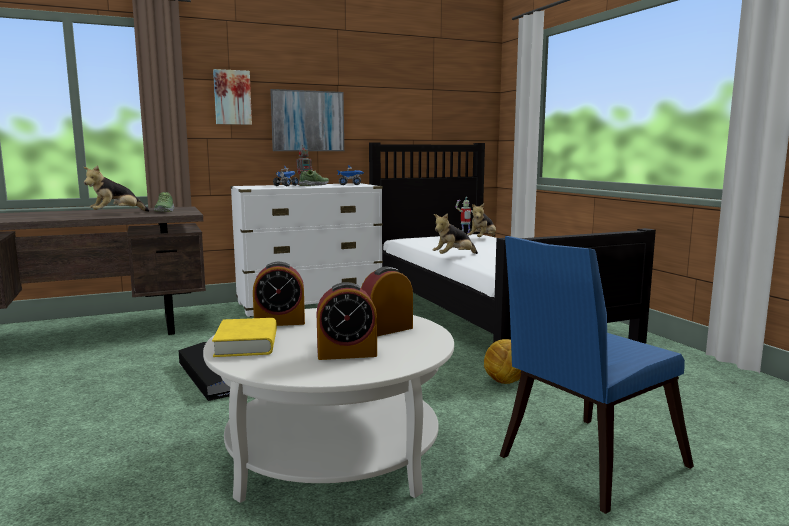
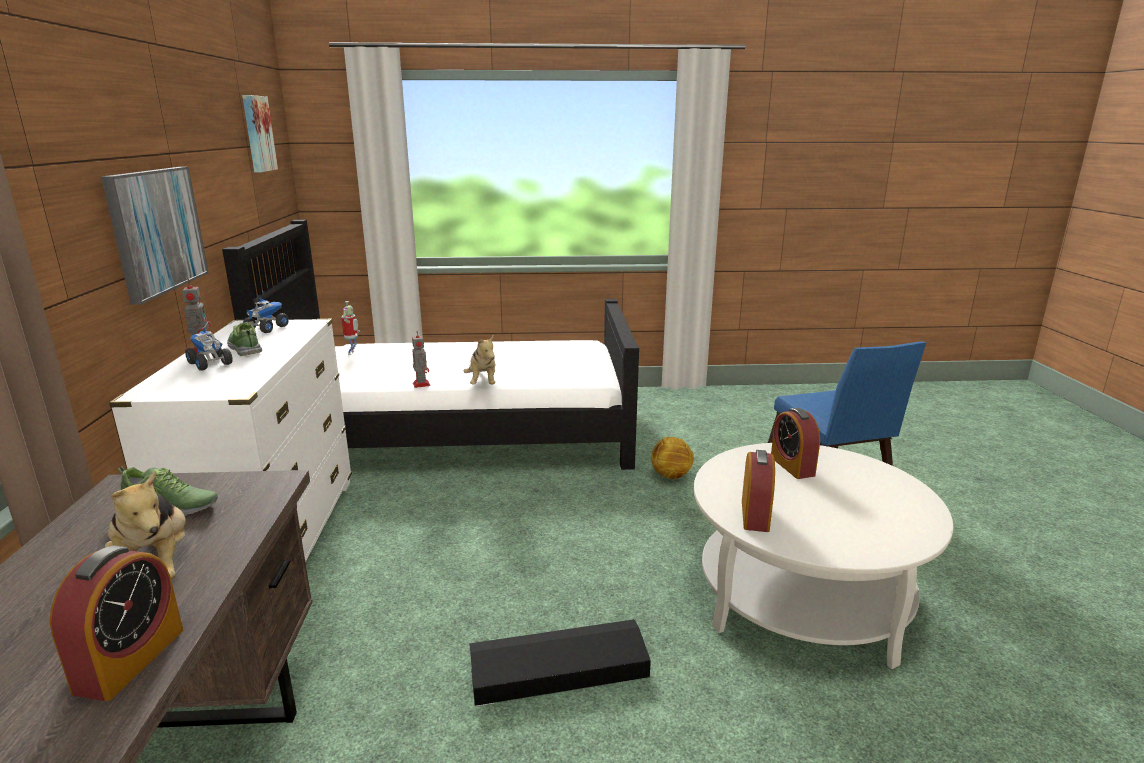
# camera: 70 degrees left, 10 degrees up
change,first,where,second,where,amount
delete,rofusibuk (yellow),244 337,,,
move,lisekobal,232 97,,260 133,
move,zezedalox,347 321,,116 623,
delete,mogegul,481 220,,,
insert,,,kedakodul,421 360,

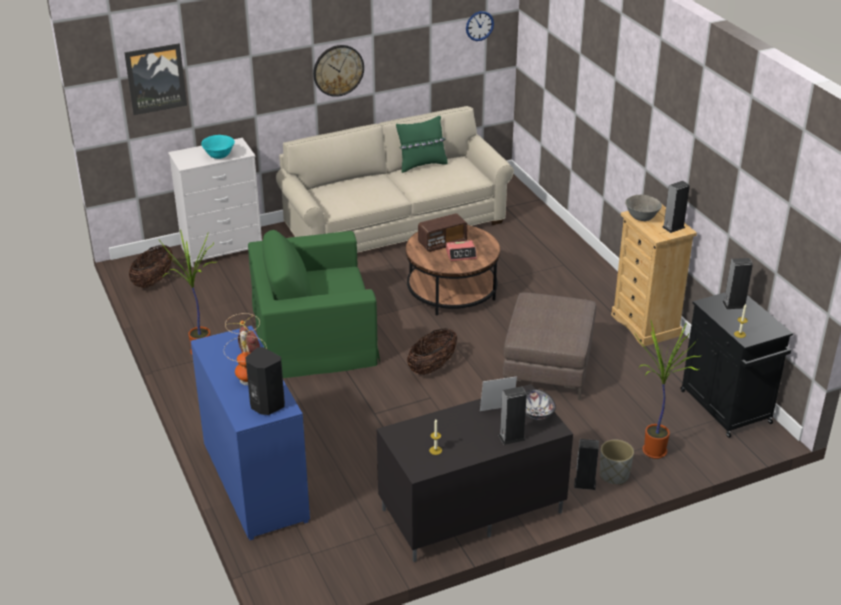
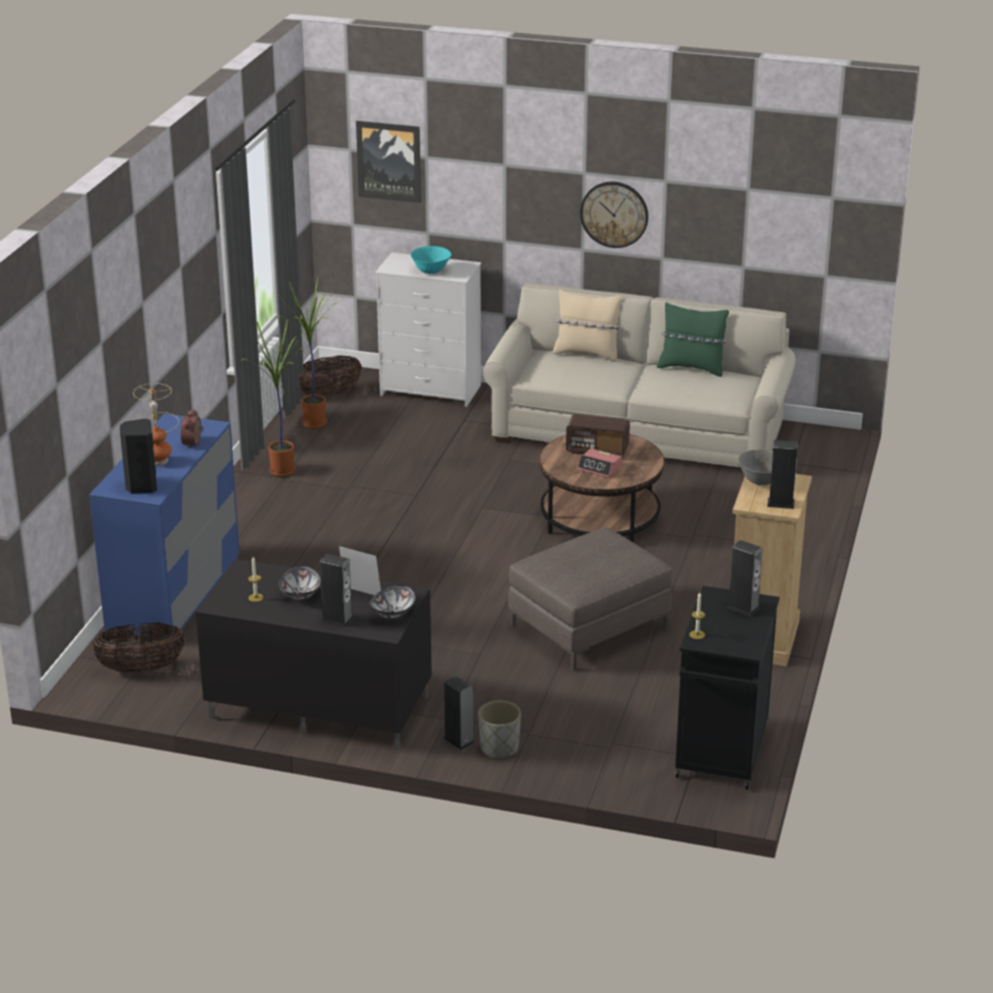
# camera: 40 degrees right, 5 degrees down
change,first,where,second,where,amount
delete,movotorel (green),314 304,,,
move,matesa,432 351,,138 647,
delete,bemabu,480 26,,,
move,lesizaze,668 389,,307 353,
insert,,,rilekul,299 583,
insert,,,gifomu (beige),587 325,

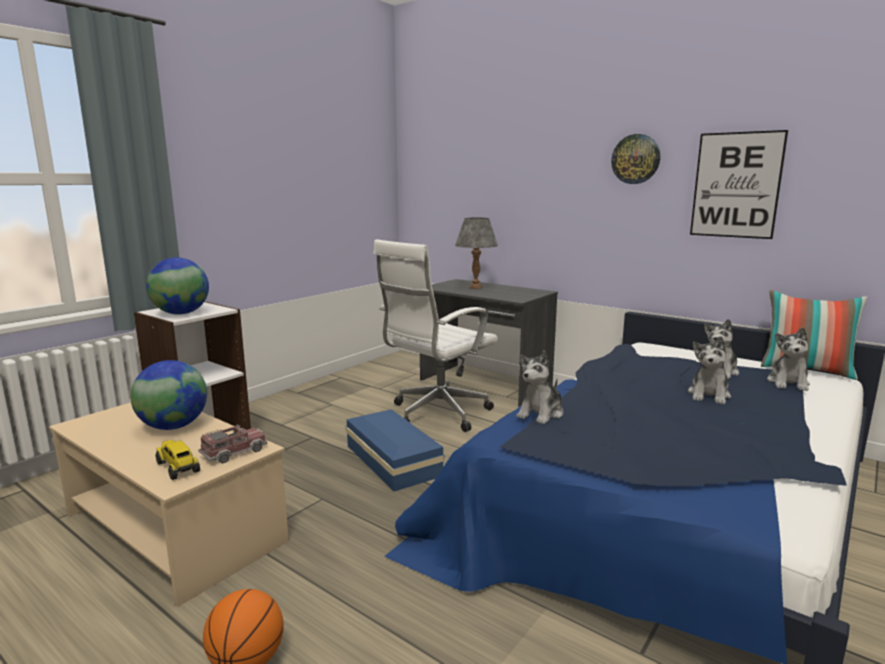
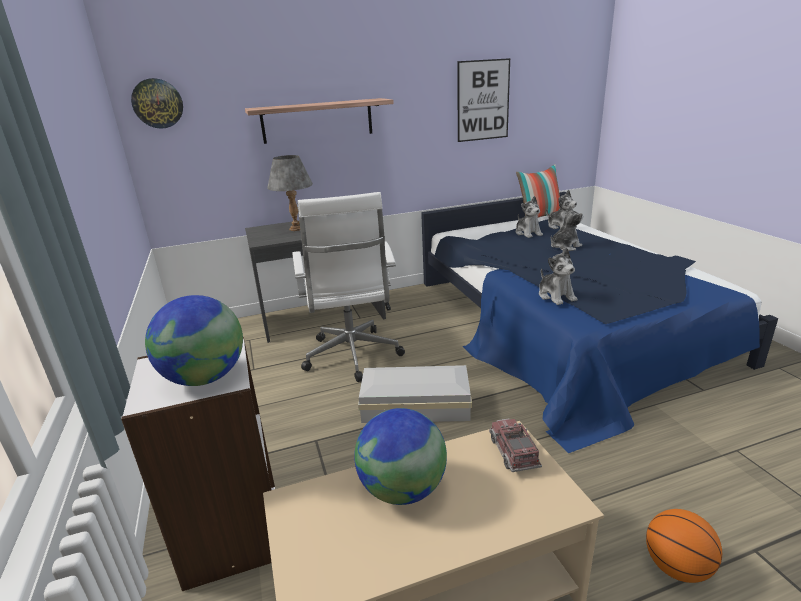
# camera: 55 degrees left, 10 degrees up
change,first,where,second,where,amount
delete,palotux,177 460,,,
recolor,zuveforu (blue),395 450,zuveforu (white),415 394,
move,bemabu,635 159,,157 103,
rotate,mogegul,709 370,,567 228,90 degrees counterclockwise
insert,,,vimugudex,319 121,

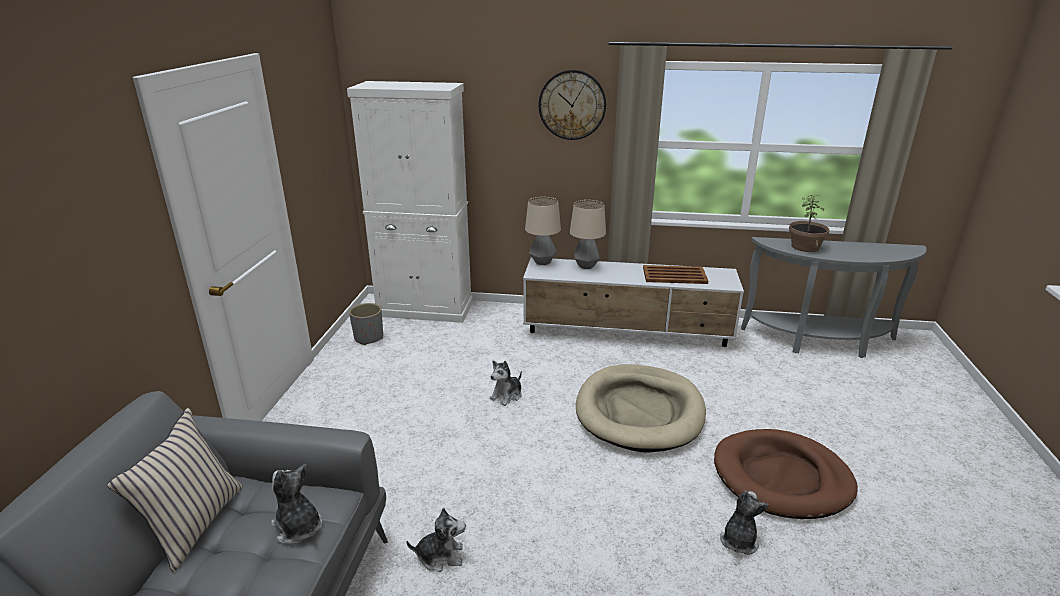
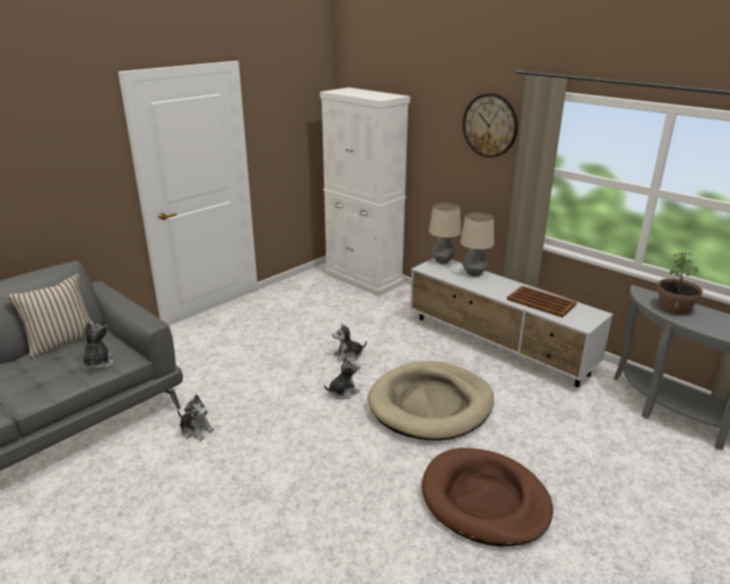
# camera: 35 degrees right, 0 degrees up
change,first,where,second,where,amount
delete,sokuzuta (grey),366 324,,,
move,mogegul,744 522,,342 377,

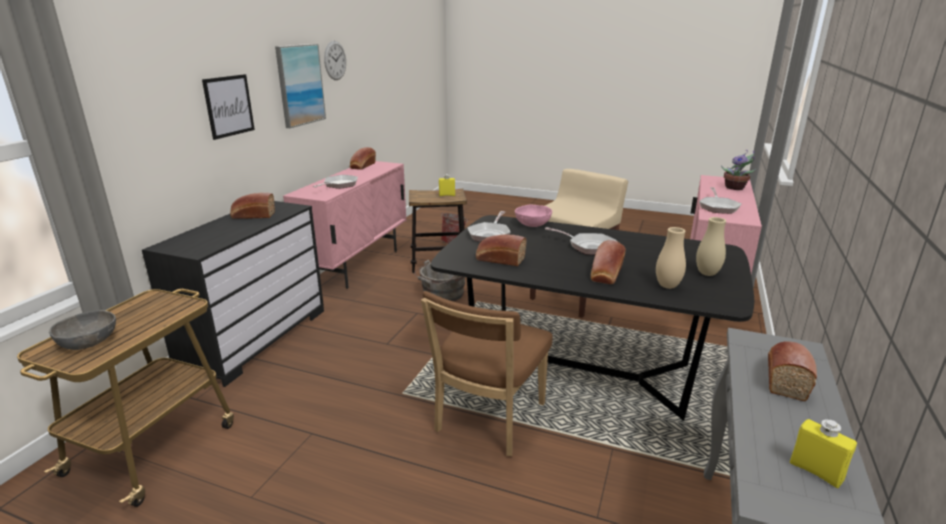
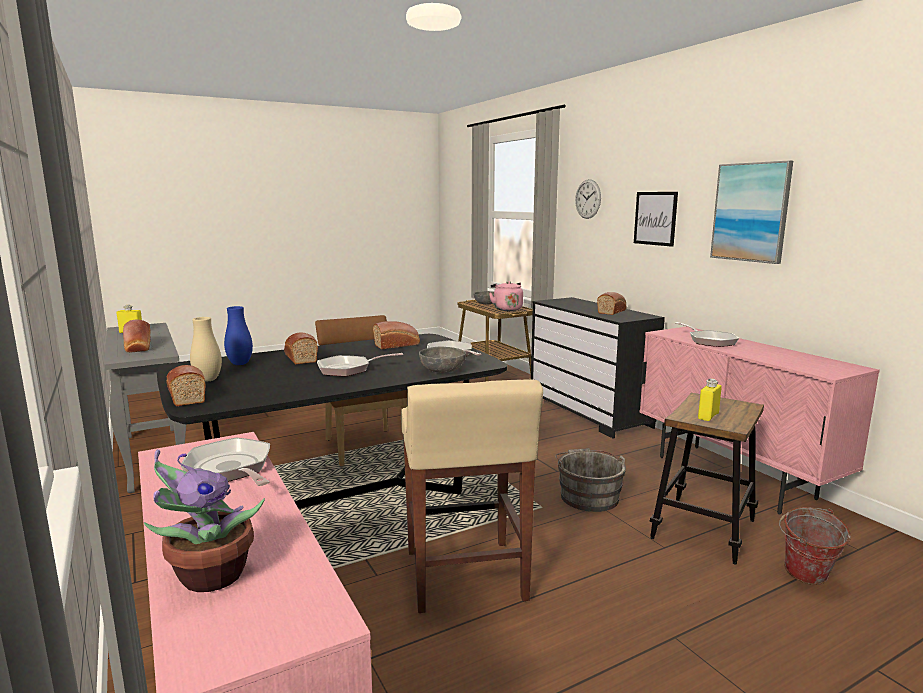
# camera: 130 degrees right, 10 degrees down
change,first,where,second,where,amount
move,bemabu,335 60,,588 199,
move,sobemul,363 158,,186 385,
recolor,rilekul (pink),533 216,rilekul (grey),442 359,
recolor,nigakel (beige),671 258,nigakel (blue),238 335,
insert,,,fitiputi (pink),506 296,

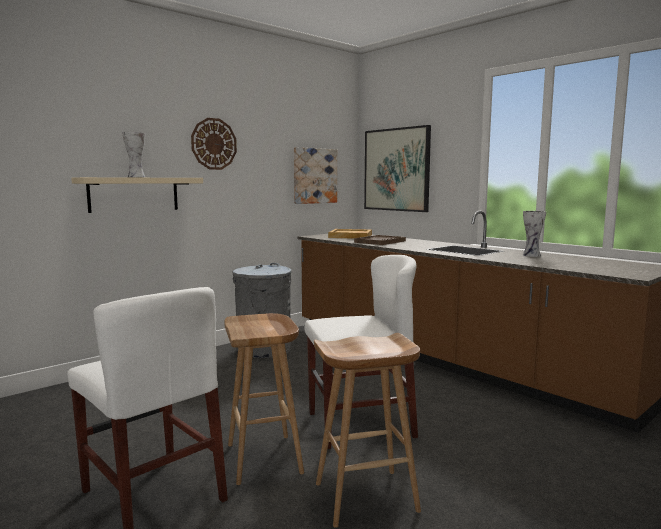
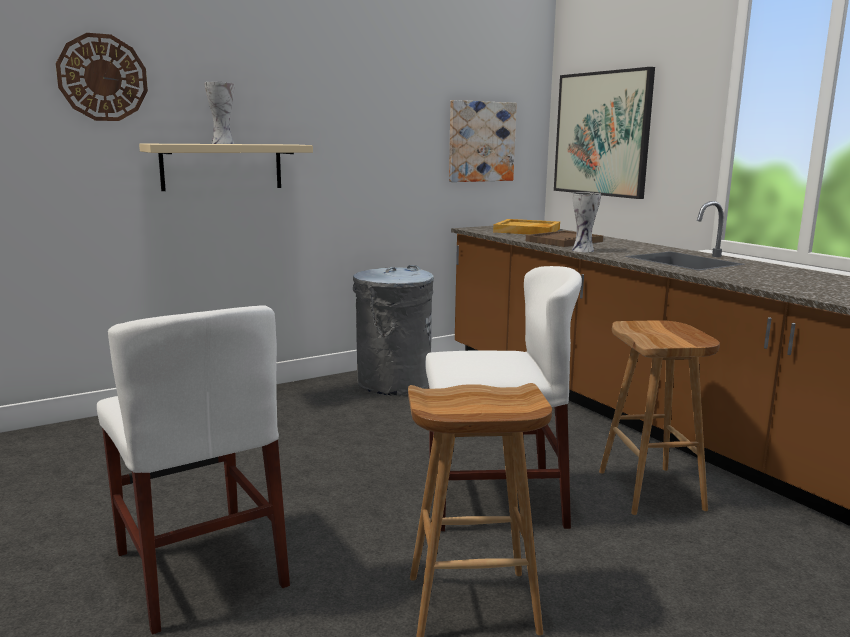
# camera: 10 degrees right, 5 degrees up
change,first,where,second,where,amount
move,bemabu,214 144,,102 77,
move,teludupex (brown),264 399,,659 417,
move,nigakel,534 234,,586 222,

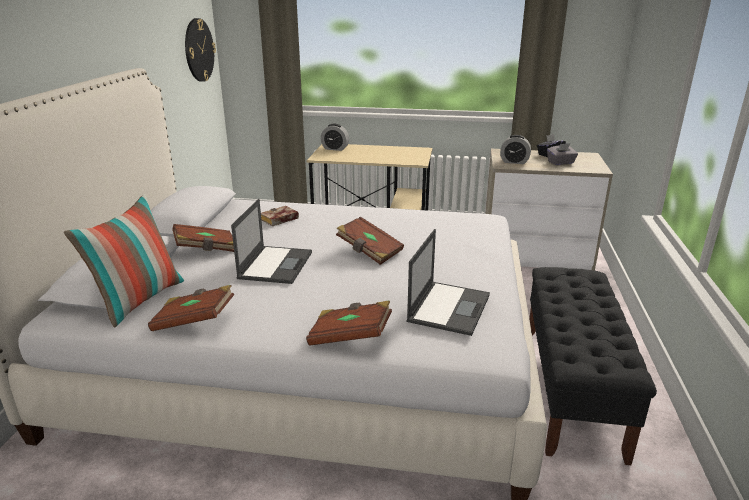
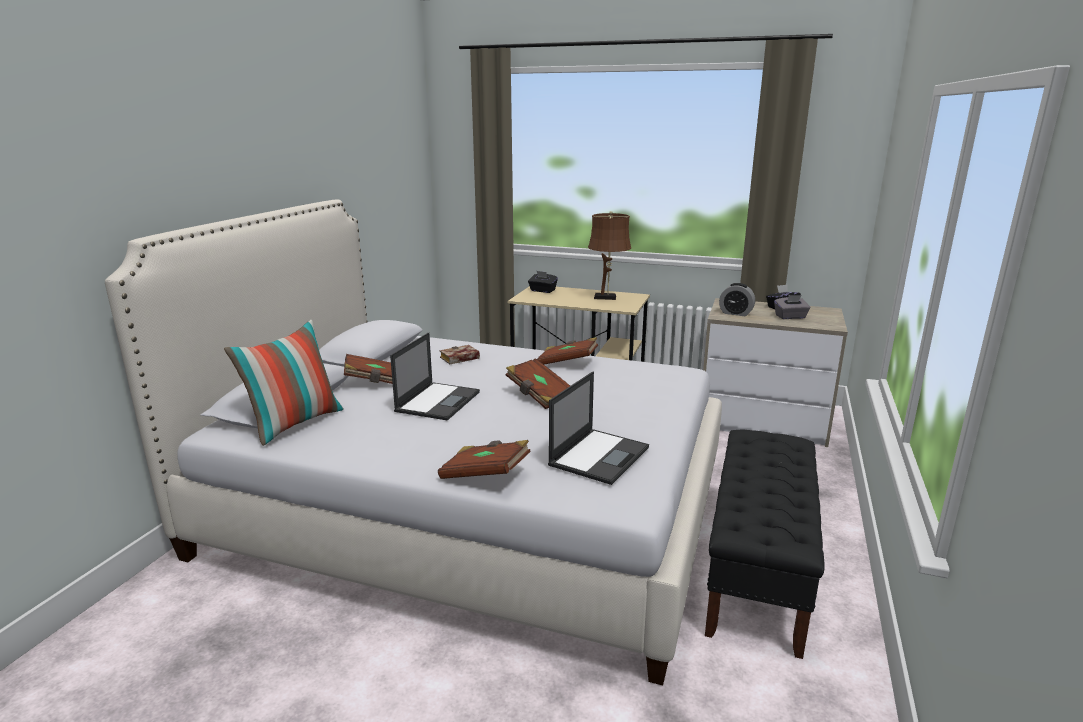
# camera: 10 degrees right, 5 degrees down
change,first,where,second,where,amount
move,rofusibuk (brown),191 308,,567 351,
delete,bemabu,200 50,,,
replace,zezedalox,335 137,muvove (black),543 282,
insert,,,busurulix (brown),609 255,

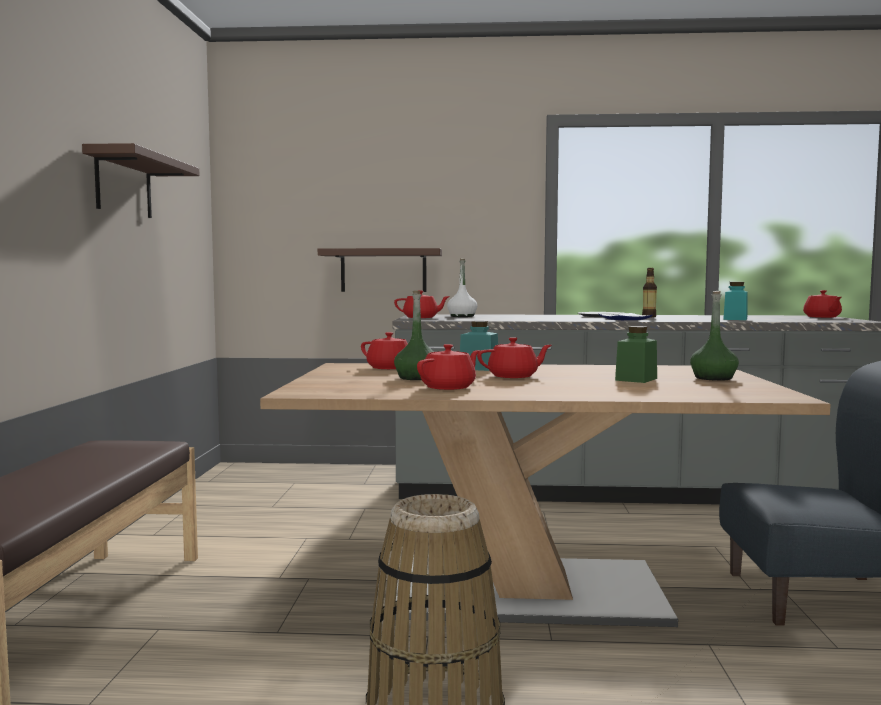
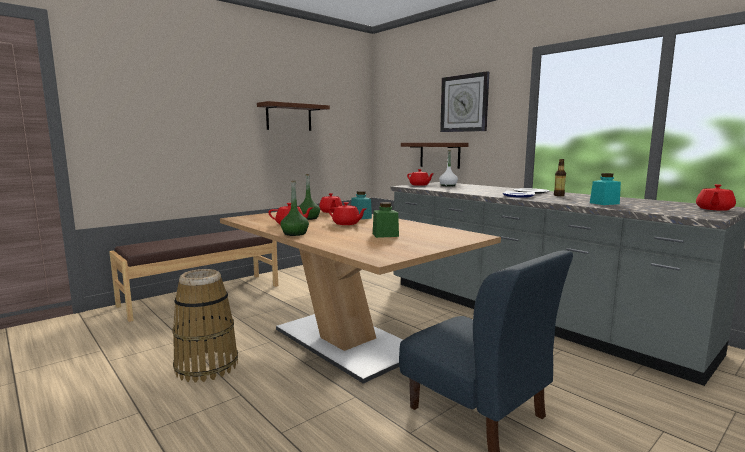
# camera: 45 degrees right, 5 degrees up
change,first,where,second,where,amount
move,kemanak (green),714 336,,294 208,
insert,,,bemabu,464 101,

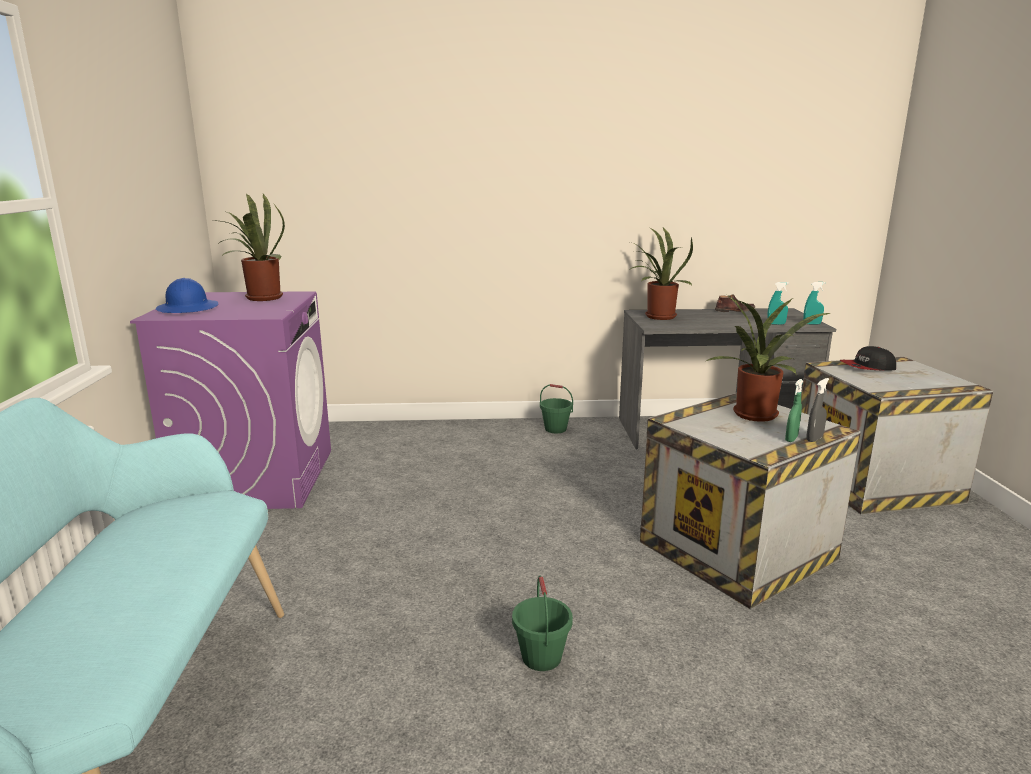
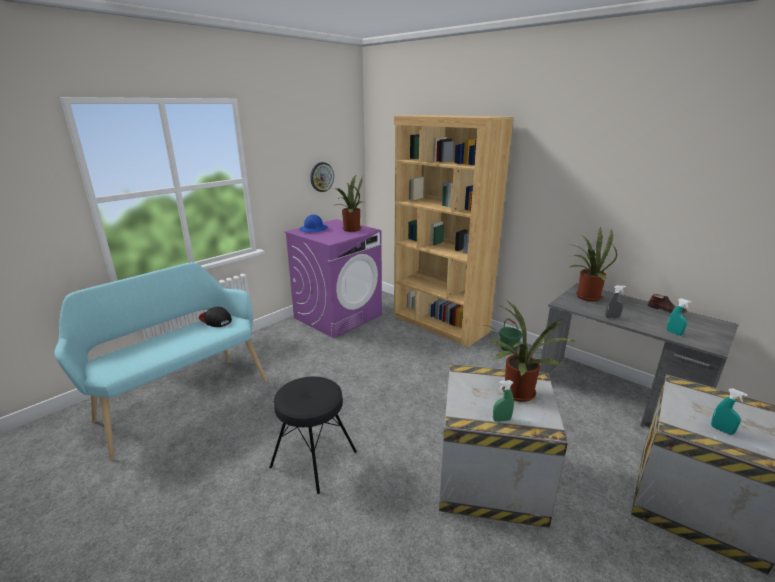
# camera: 45 degrees right, 5 degrees up
change,first,where,second,where,amount
replace,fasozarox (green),542 623,teludupex (black),313 435,
move,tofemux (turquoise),814 303,,729 412,
move,tofemux (grey),818 410,,615 302,
move,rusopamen,868 358,,215 317,
insert,,,bemabu,322 177,
insert,,,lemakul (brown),453 231,

